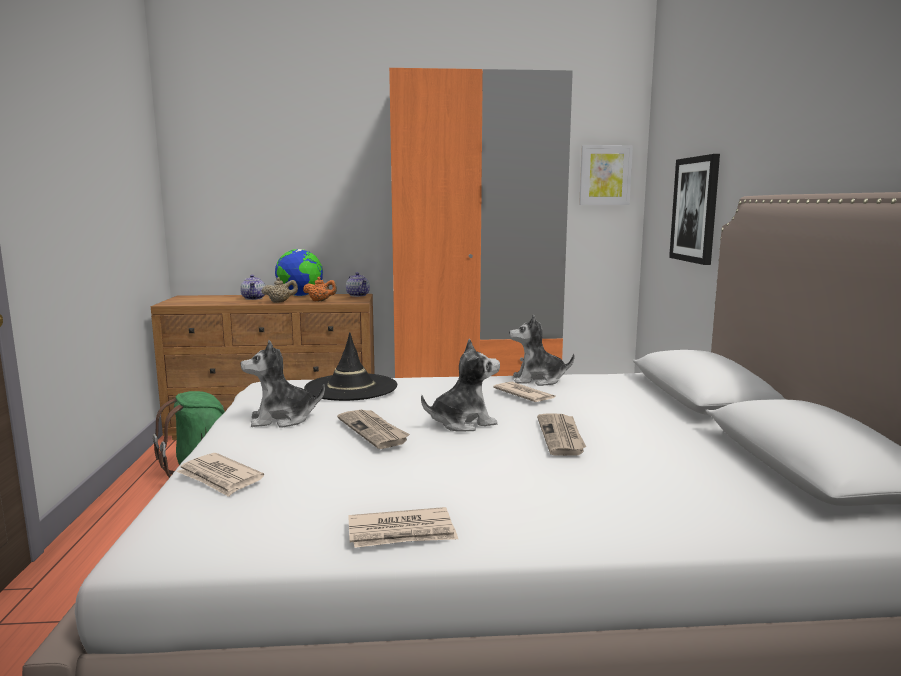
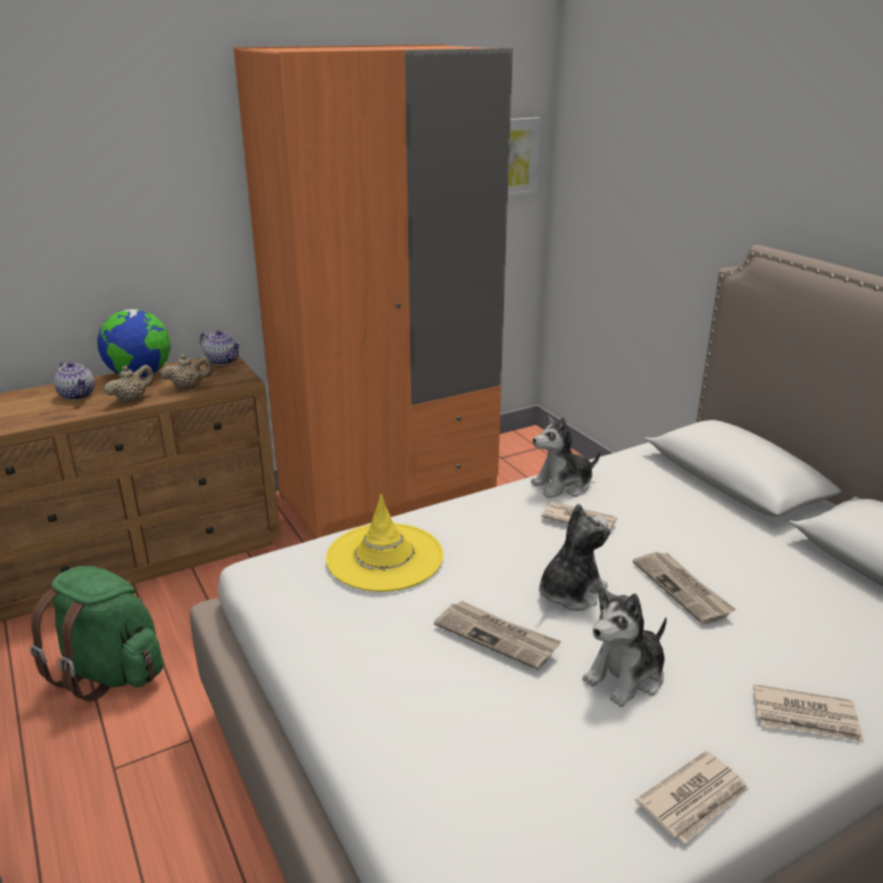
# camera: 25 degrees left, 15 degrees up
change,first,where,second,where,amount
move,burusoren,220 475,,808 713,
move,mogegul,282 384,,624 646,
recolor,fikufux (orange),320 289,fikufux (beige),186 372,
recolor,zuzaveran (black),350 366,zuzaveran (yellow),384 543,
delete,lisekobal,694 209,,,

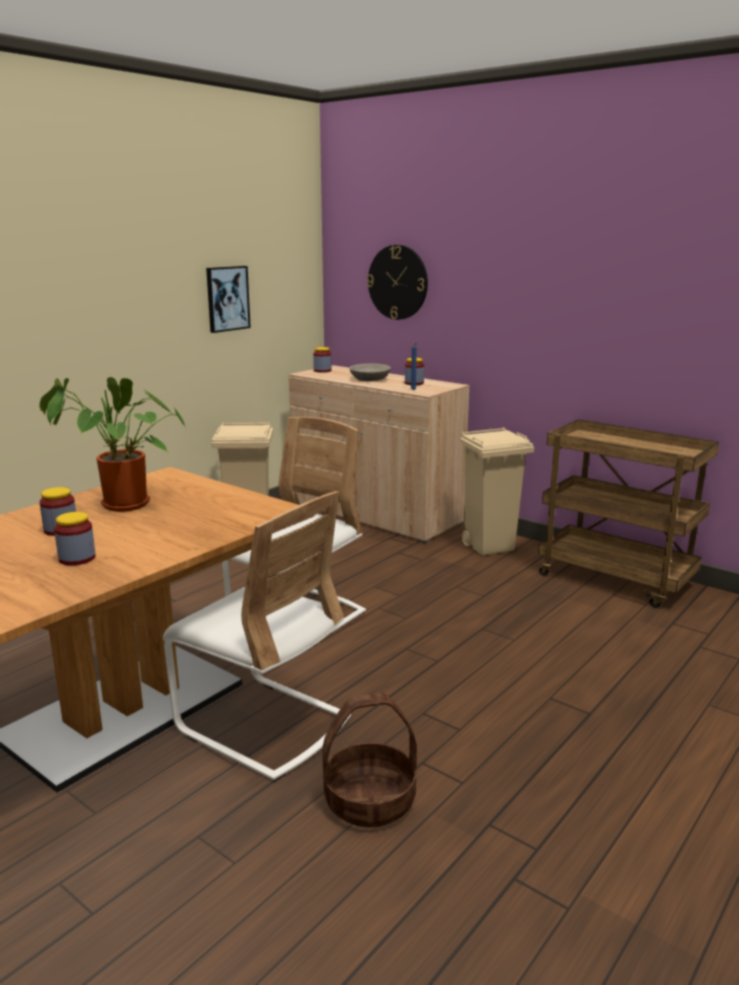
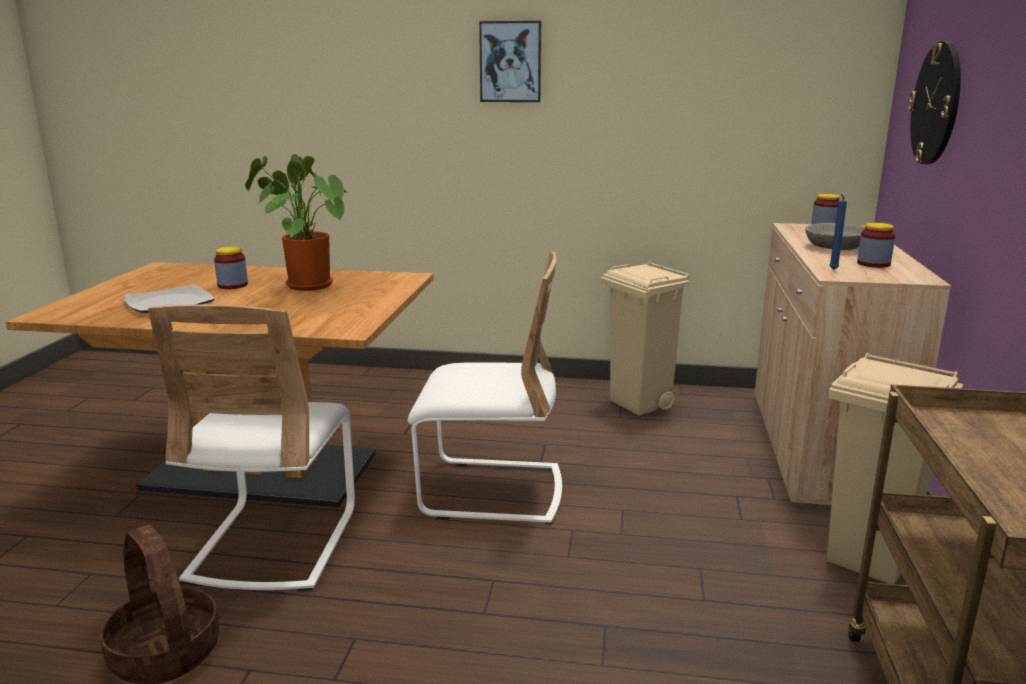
# camera: 60 degrees right, 0 degrees up
change,first,where,second,where,amount
replace,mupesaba,75 538,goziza,169 298,
move,lisekobal,228 299,,510 61,

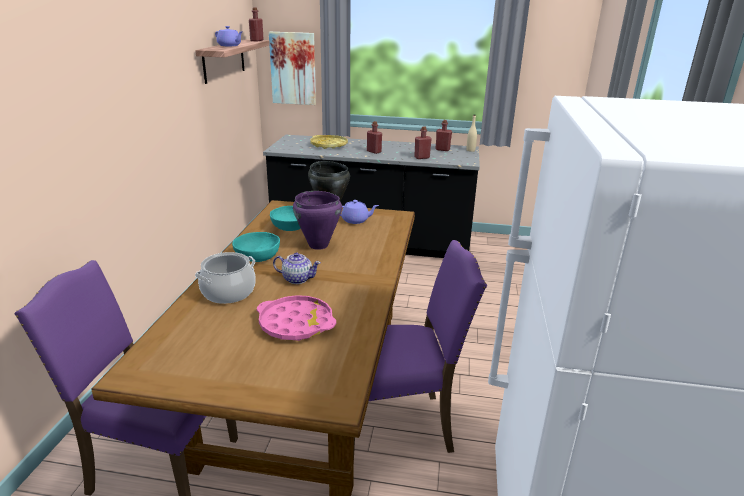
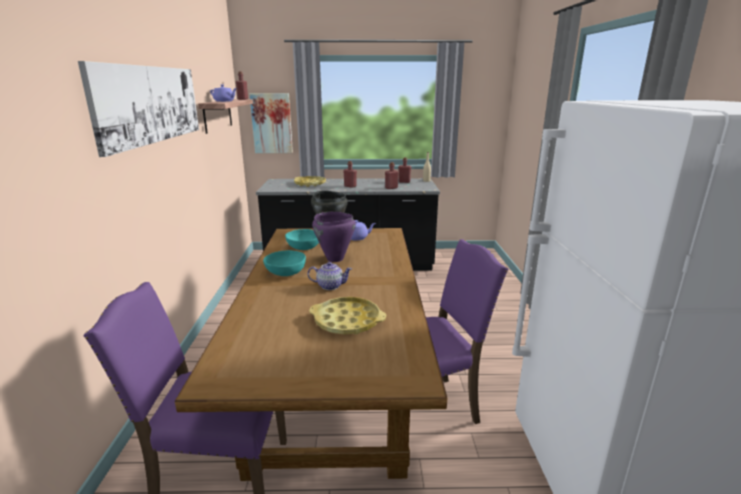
# camera: 10 degrees left, 5 degrees down
change,first,where,second,where,amount
delete,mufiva,225 278,,,
recolor,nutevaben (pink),296 318,nutevaben (yellow),347 315,
insert,,,lisekobal,138 109,

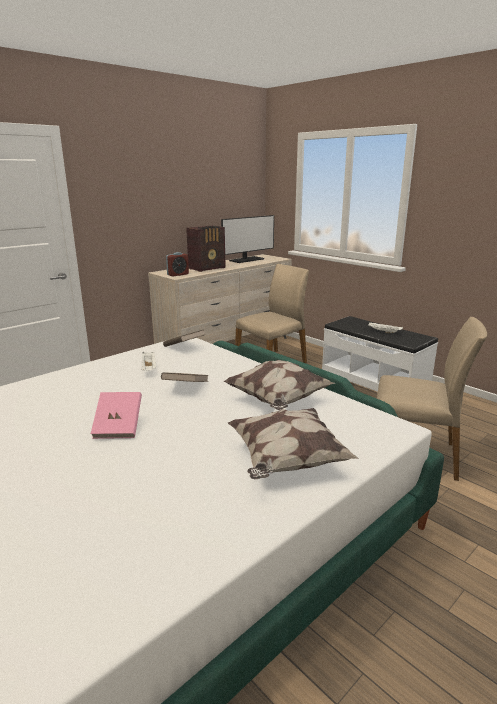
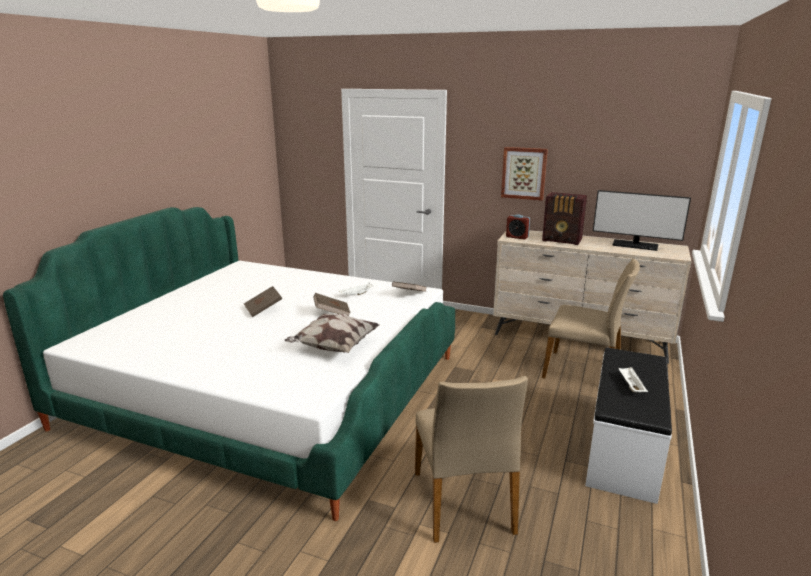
# camera: 65 degrees right, 0 degrees up
change,first,where,second,where,amount
recolor,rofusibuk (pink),116 415,rofusibuk (brown),263 301,
delete,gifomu,293 443,,,
insert,,,lisekobal,524 174,

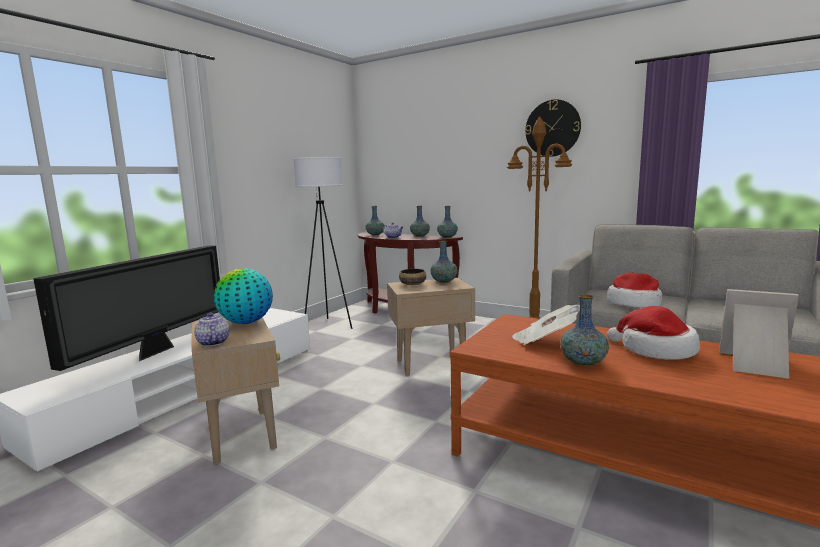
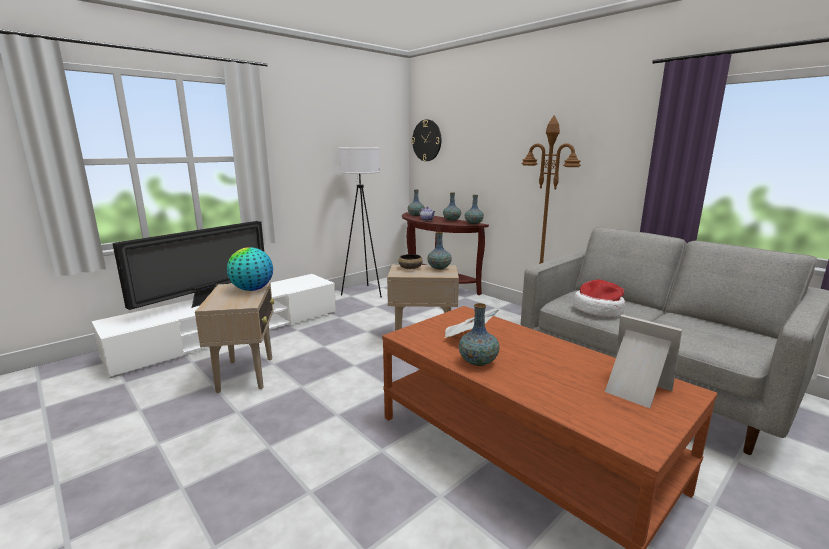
# camera: 15 degrees right, 5 degrees up
change,first,where,second,where,amount
delete,fikufux,211 329,,,
move,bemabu,553 128,,426 140,
delete,zuzaveran,653 333,,,

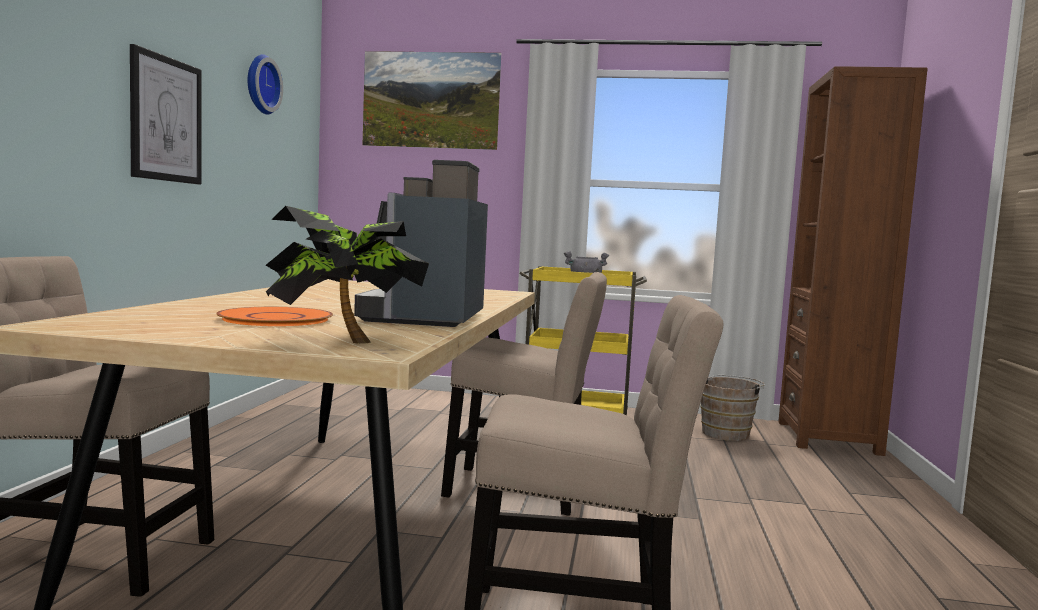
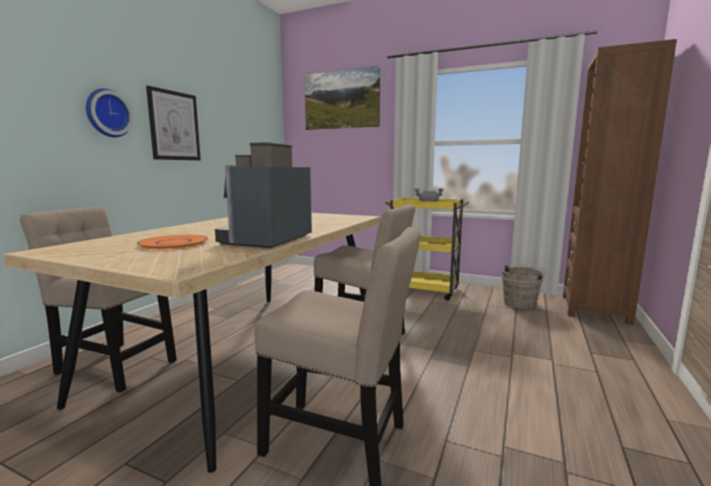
# camera: 15 degrees right, 5 degrees up
change,first,where,second,where,amount
move,bemabu,265 84,,109 112,
delete,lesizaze,347 275,,,

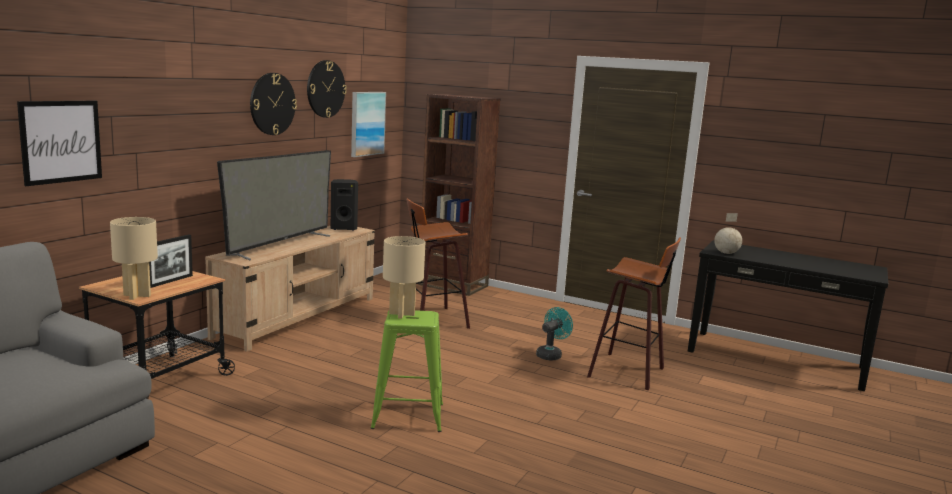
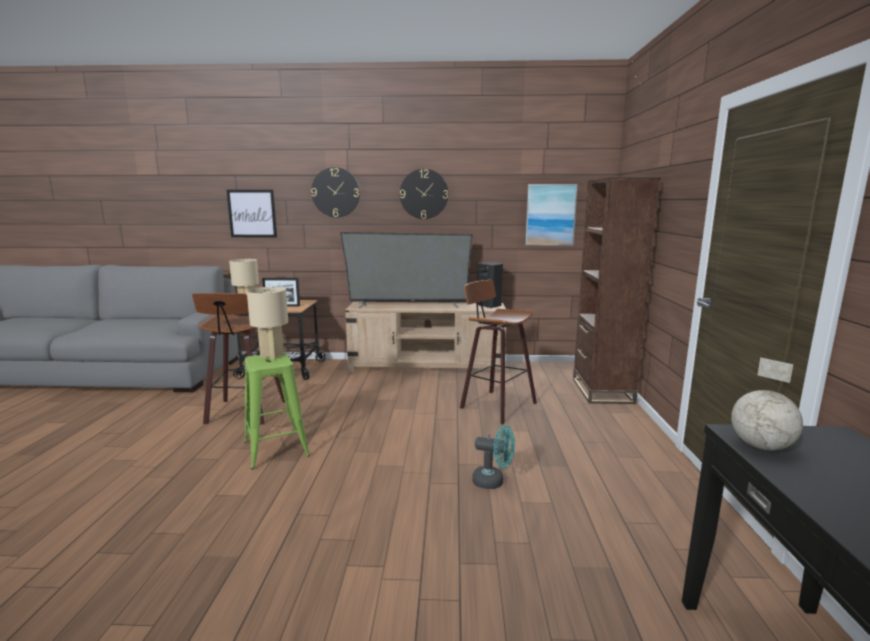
# camera: 65 degrees right, 0 degrees up
change,first,where,second,where,amount
move,bemabu,327 89,,335 192,
move,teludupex,634 313,,238 359,

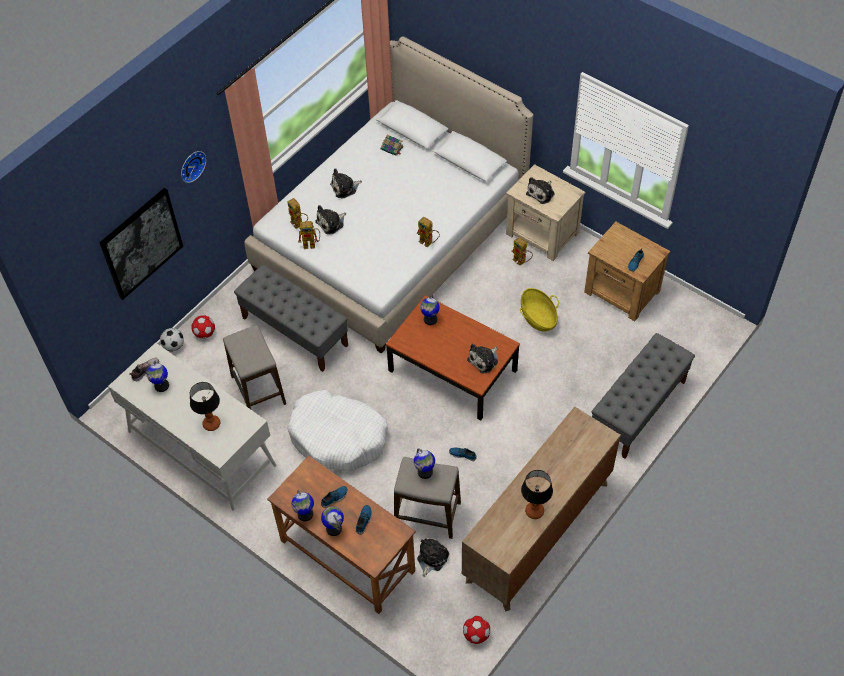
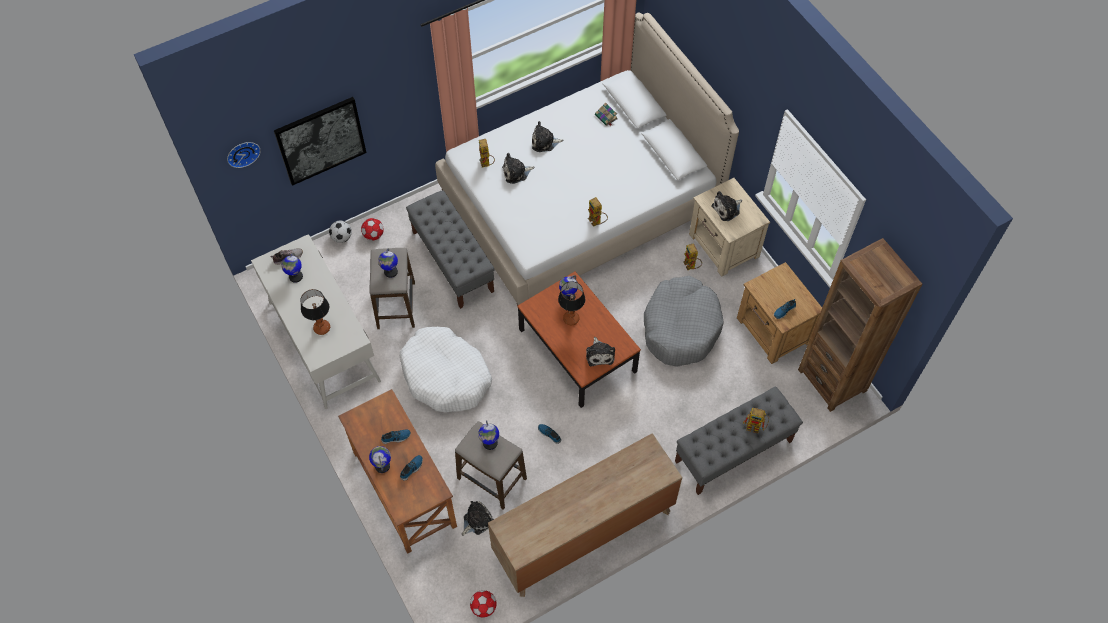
# camera: 20 degrees right, 5 degrees up
change,first,where,second,where,amount
move,bemabu,193 167,,244 155,
move,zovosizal,303 505,,388 263,
move,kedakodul,309 235,,756 420,
rotate,mogegul,482 359,,600 352,75 degrees counterclockwise
replace,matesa,539 309,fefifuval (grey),684 321,
move,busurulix,537 494,,571 303,
insert,,,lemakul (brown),860 325,

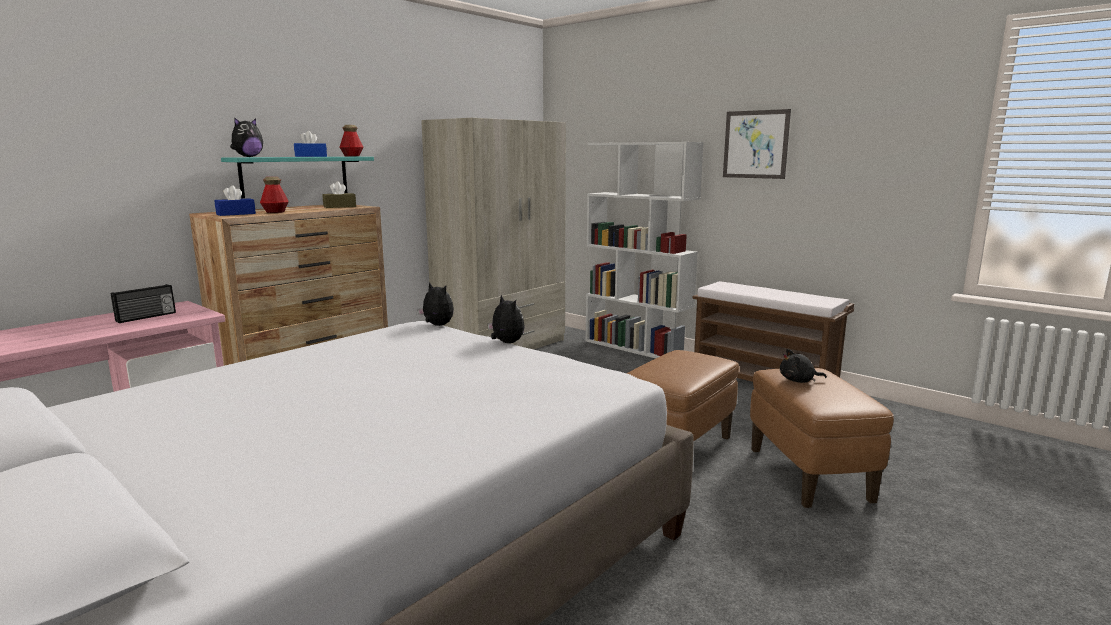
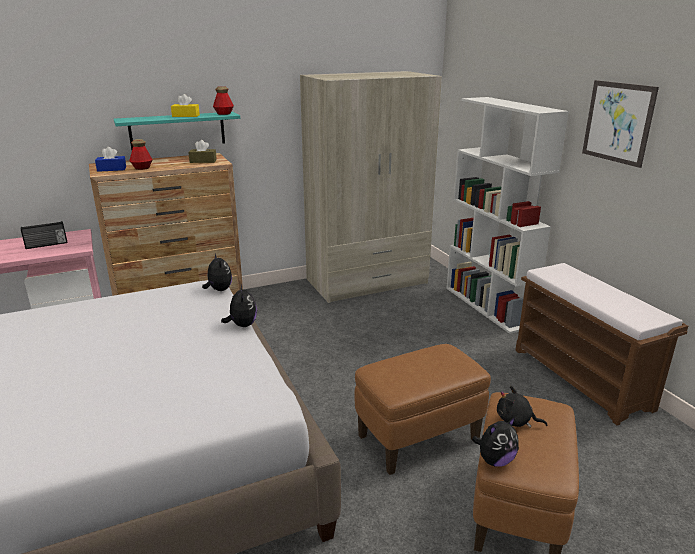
# camera: 25 degrees right, 10 degrees up
change,first,where,second,where,amount
move,mogegul,246 137,,495 442,
recolor,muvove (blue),310 144,muvove (yellow),185 105,

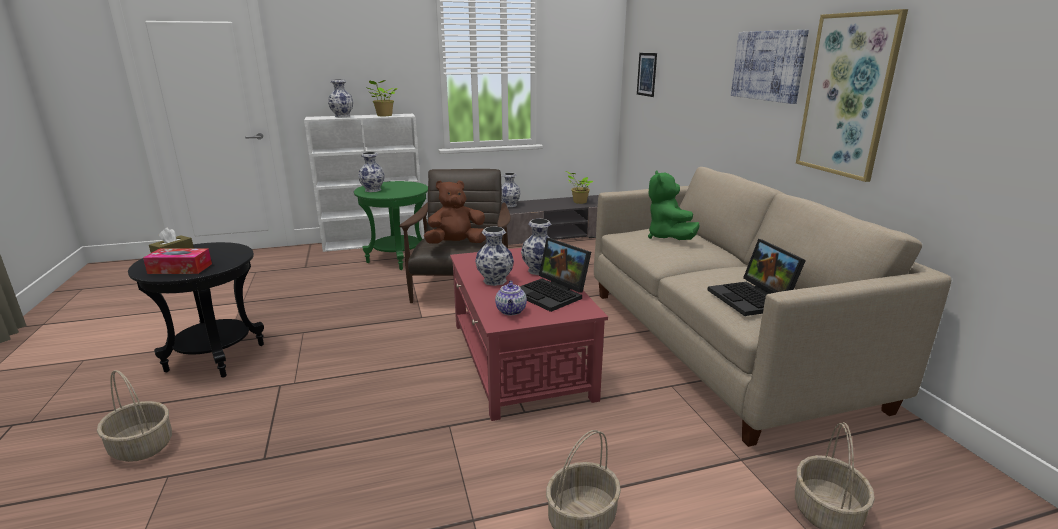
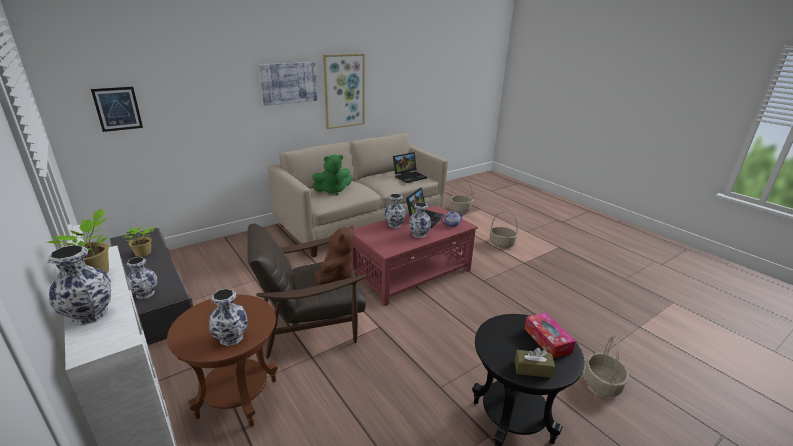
# camera: 110 degrees left, 5 degrees up
change,first,where,second,where,amount
recolor,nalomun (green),391 225,nalomun (brown),222 361,
rotate,mogegul (brown),455 212,,335 255,120 degrees counterclockwise

